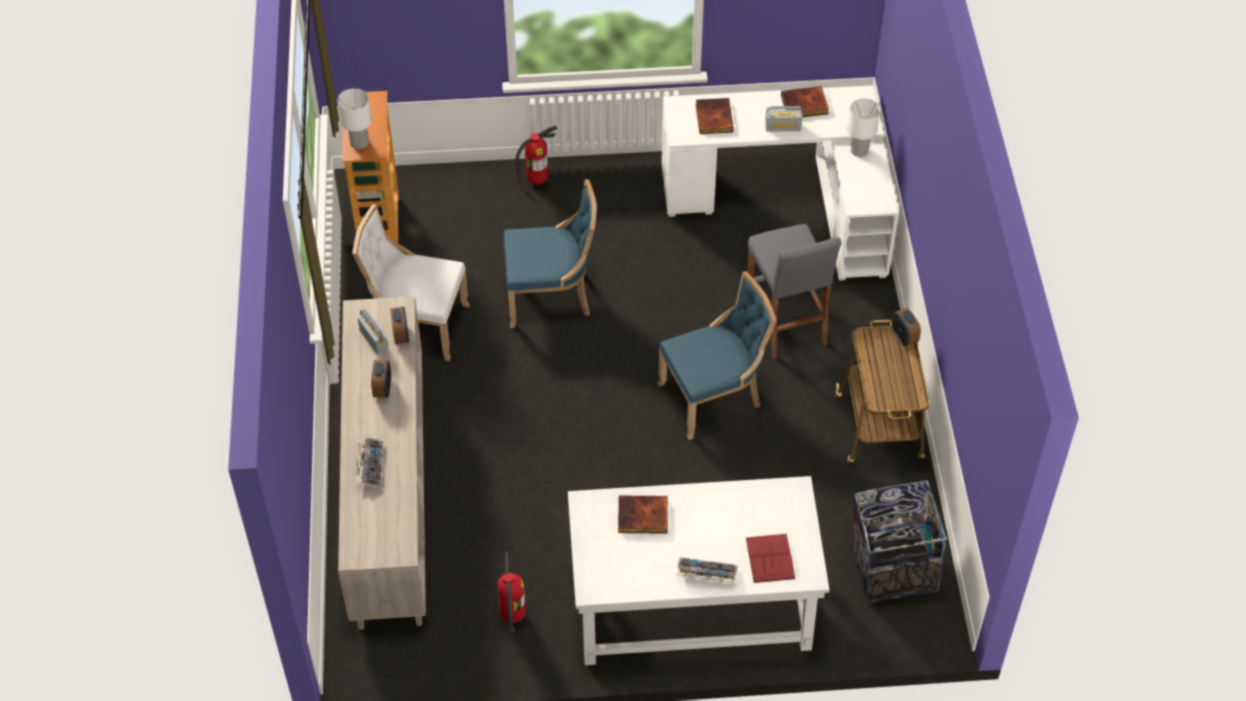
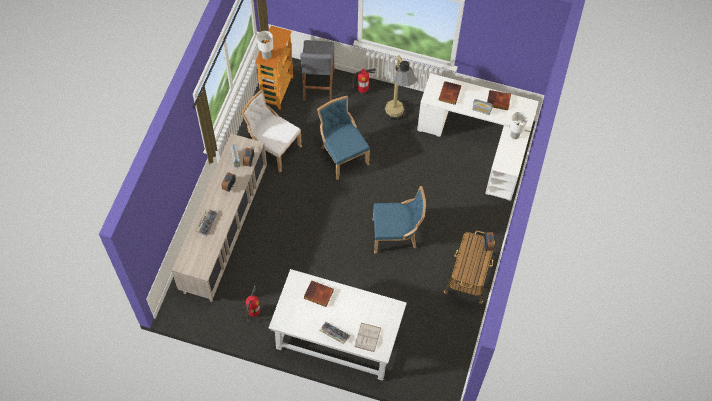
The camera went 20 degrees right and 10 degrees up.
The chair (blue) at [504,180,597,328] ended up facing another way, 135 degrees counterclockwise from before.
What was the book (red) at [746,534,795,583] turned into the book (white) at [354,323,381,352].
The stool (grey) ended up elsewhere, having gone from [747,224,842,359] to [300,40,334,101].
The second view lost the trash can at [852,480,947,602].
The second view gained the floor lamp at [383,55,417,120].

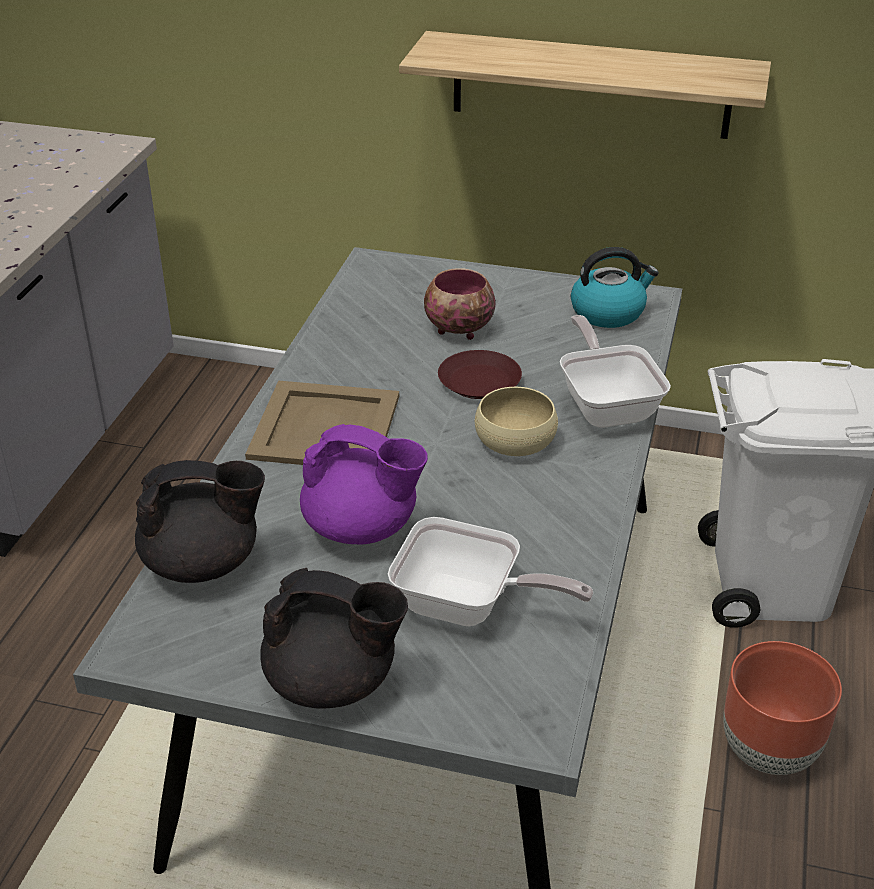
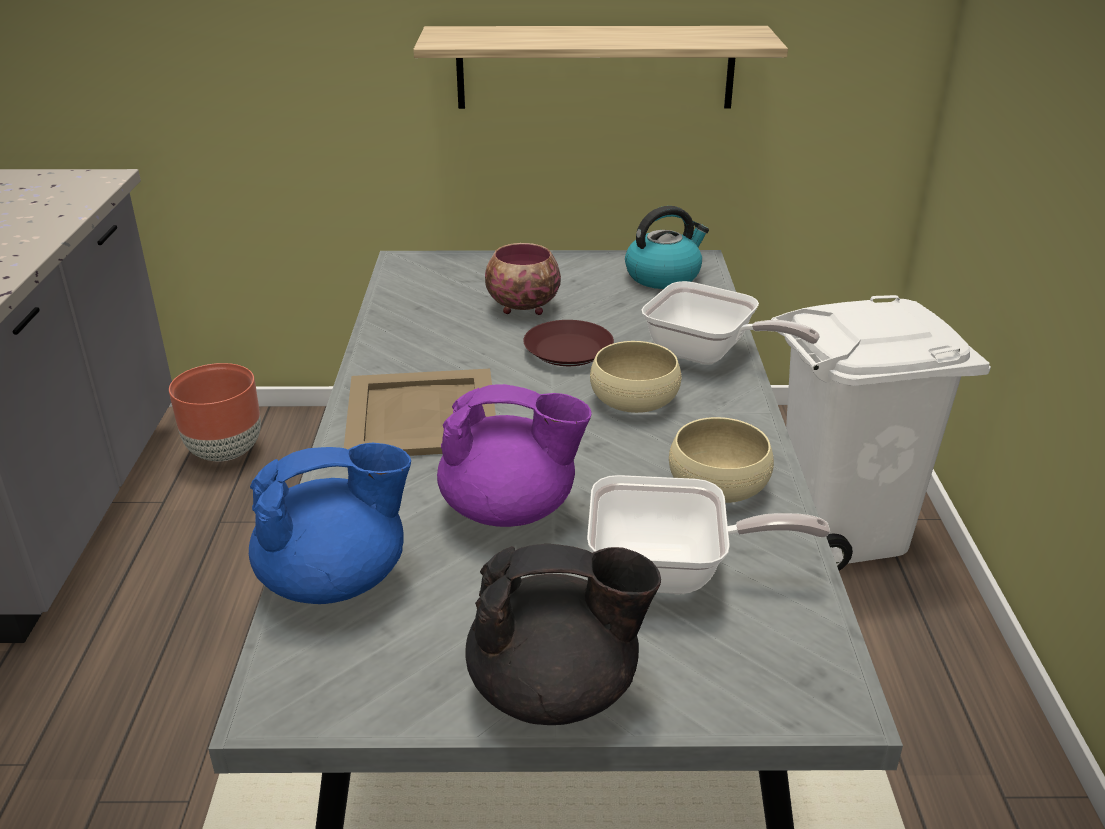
The camera went 15 degrees left and 5 degrees down.
What was the teapot (black) at [135,460,265,583] turned into the teapot (blue) at [249,443,411,604].
The frying pan at [560,315,671,428] ended up facing another way, 150 degrees clockwise from before.
The planter (brown) ended up elsewhere, having gone from [723,641,842,775] to [169,363,261,461].
The second view gained the bowl (beige) at [669,417,774,503].

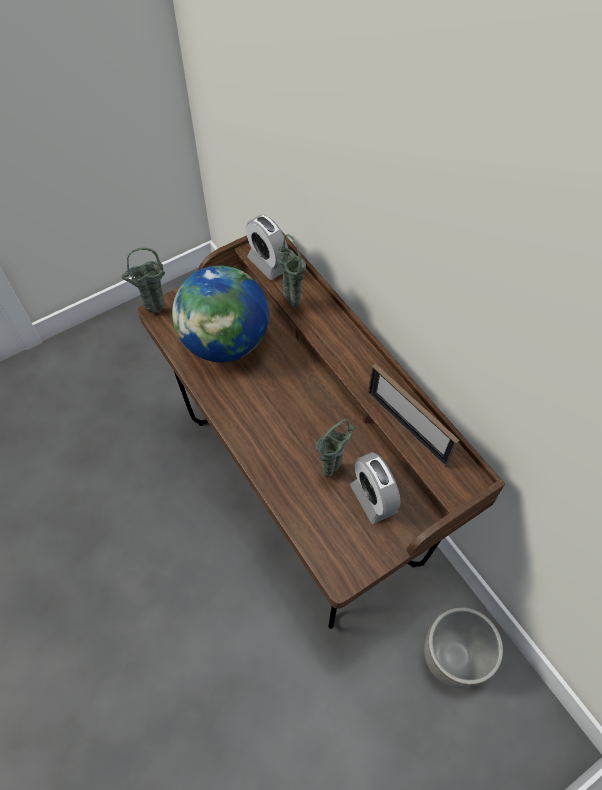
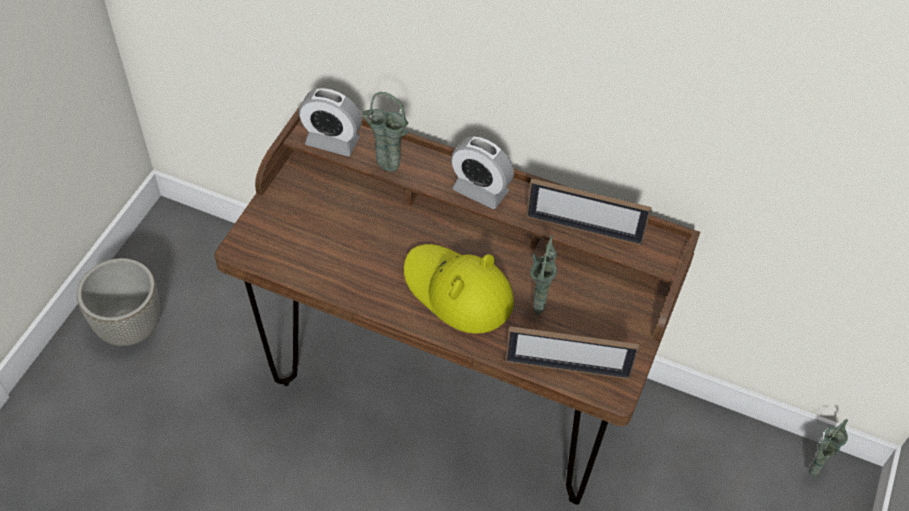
The camera went 35 degrees left and 5 degrees down.
The vase (green) ended up elsewhere, having gone from [121,247,165,313] to [809,419,848,476].
The second view lost the globe at [172,266,269,362].
The alarm clock ended up elsewhere, having gone from [350,452,401,524] to [451,136,514,209].
The planter (grey) ended up elsewhere, having gone from [424,607,503,688] to [77,258,160,346].
The second view gained the hat (yellow) at [404,244,514,334].
The second view gained the picture frame at [505,326,639,379].

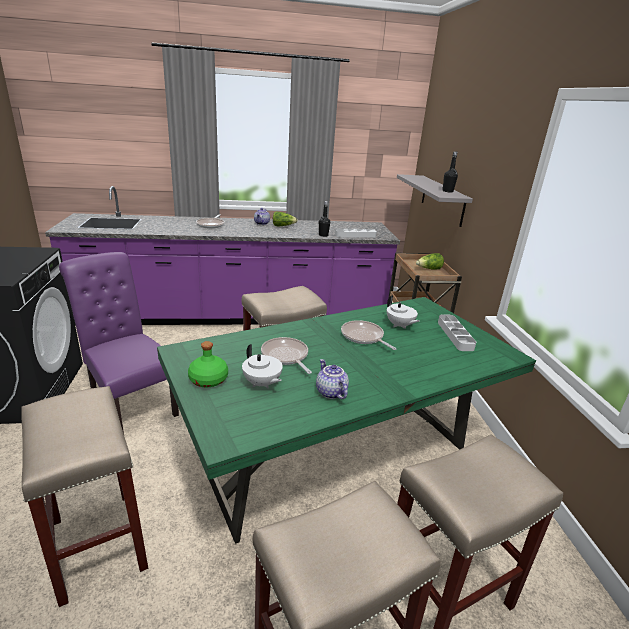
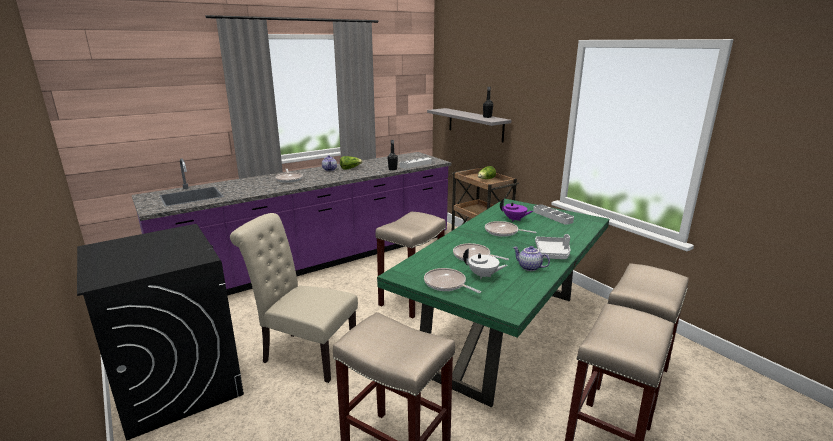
The camera went 25 degrees left and 5 degrees down.
What was the chair (purple) at [59,252,179,434] turned into the chair (beige) at [230,213,358,383].
Where the bottle (green) stood at [188,341,228,387], the frying pan came to stand at [424,268,481,293].
What was the teapot (white) at [387,295,420,329] turned into the teapot (purple) at [500,199,533,222].
The second view gained the tray (grey) at [535,234,570,259].

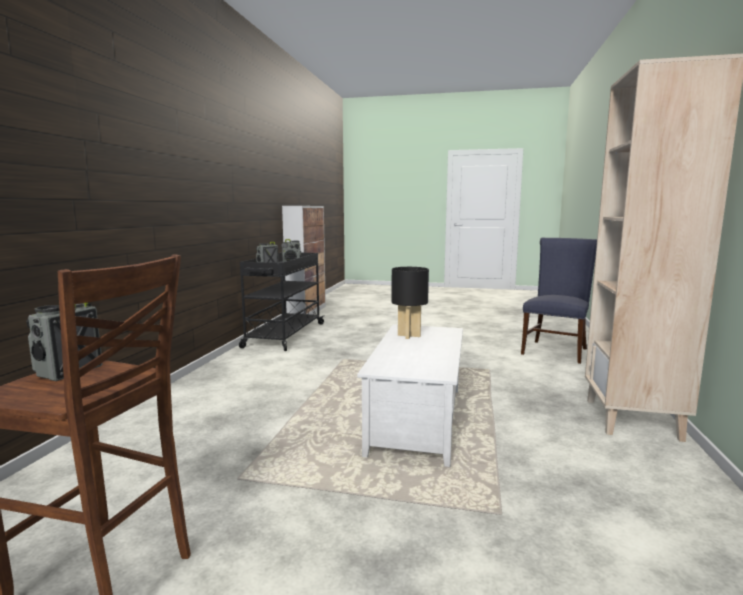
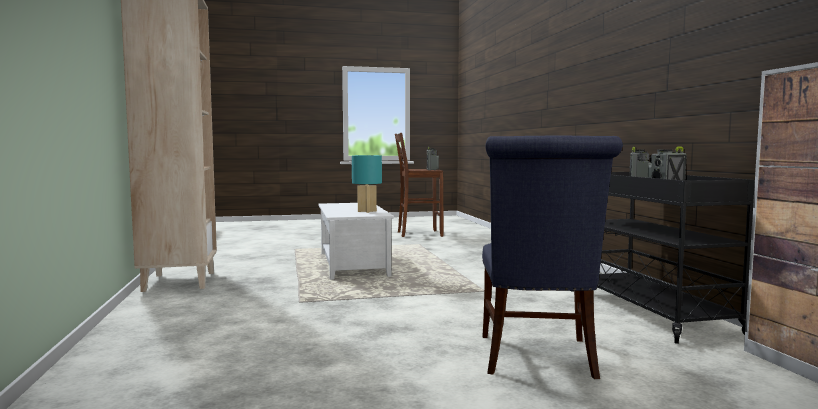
The camera went 155 degrees right and 5 degrees down.
What was the table lamp (black) at [391,267,429,339] turned into the table lamp (turquoise) at [352,155,382,213].
The chair (blue) ended up elsewhere, having gone from [521,238,597,364] to [482,136,623,379].

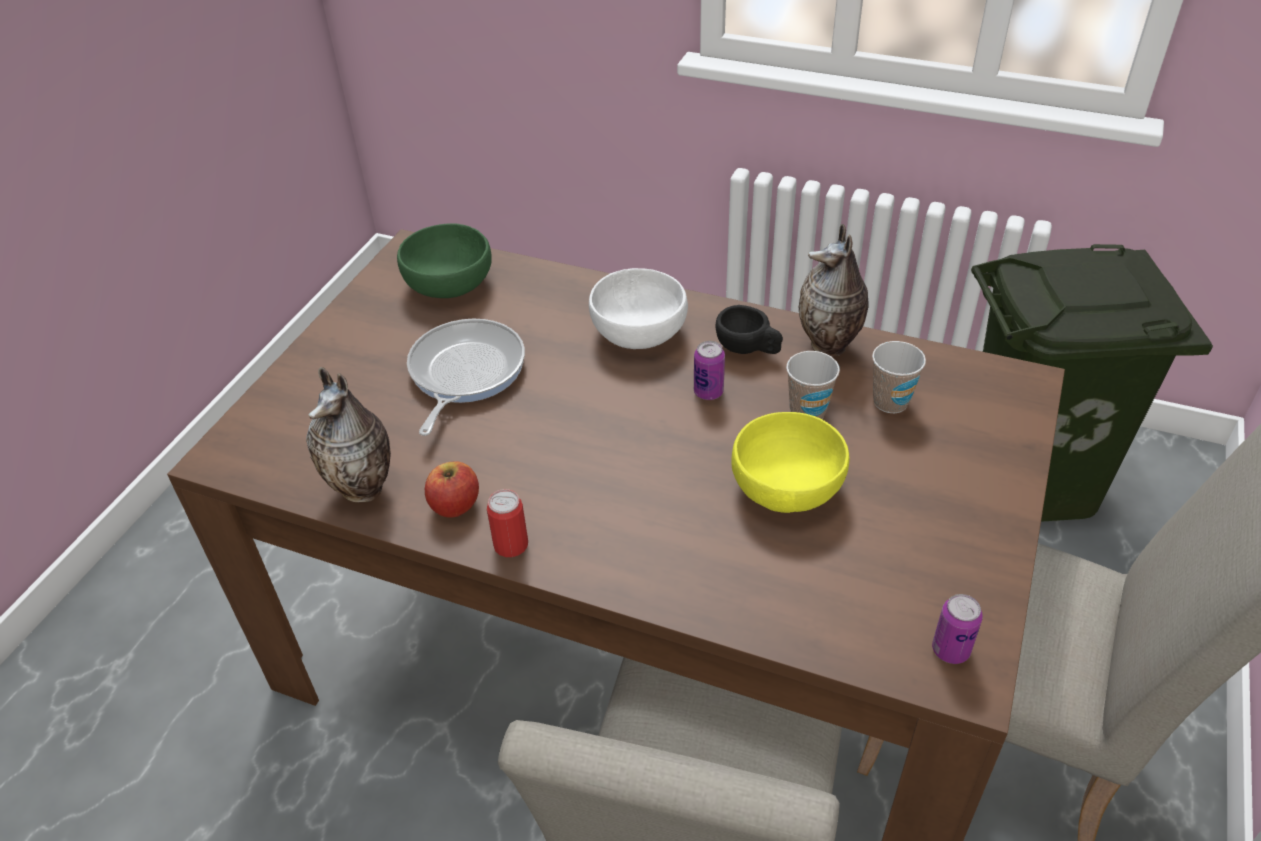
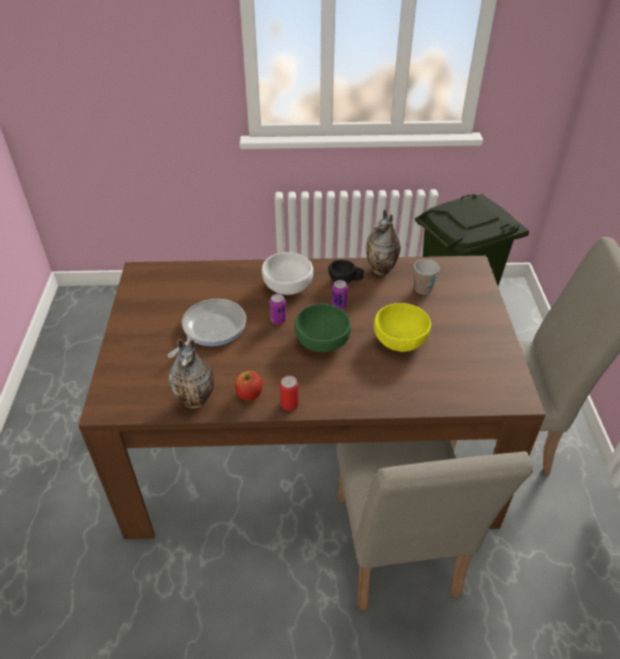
The camera went 25 degrees left and 0 degrees up.
The bowl (green) ended up elsewhere, having gone from [397,223,492,298] to [294,304,351,352].
The frying pan at [407,319,525,436] ended up facing another way, 45 degrees clockwise from before.
The second view lost the cup at [786,351,840,419].
The can ended up elsewhere, having gone from [932,594,983,664] to [270,294,286,324].

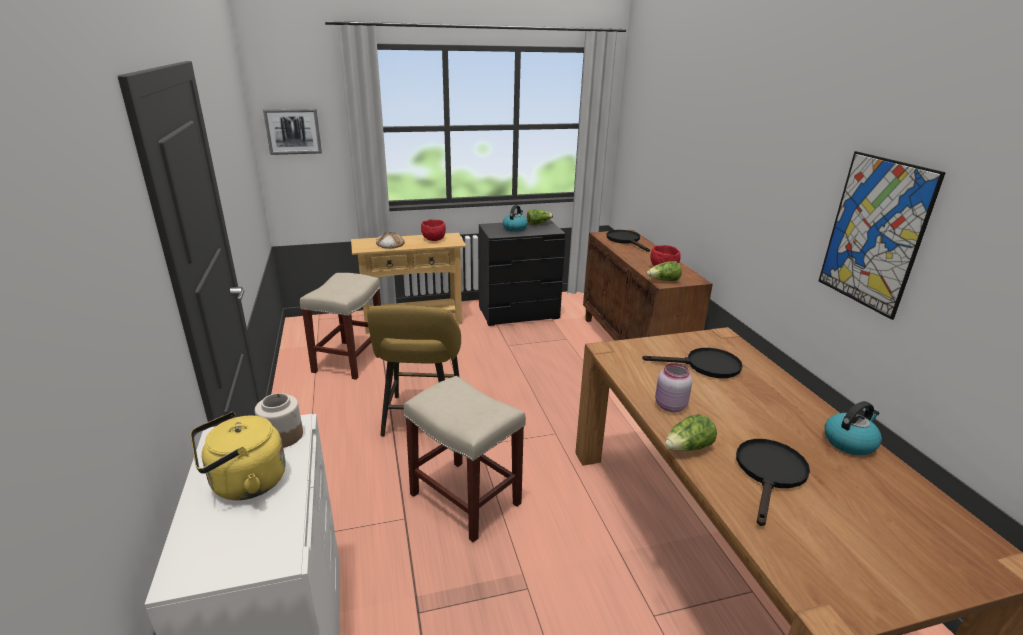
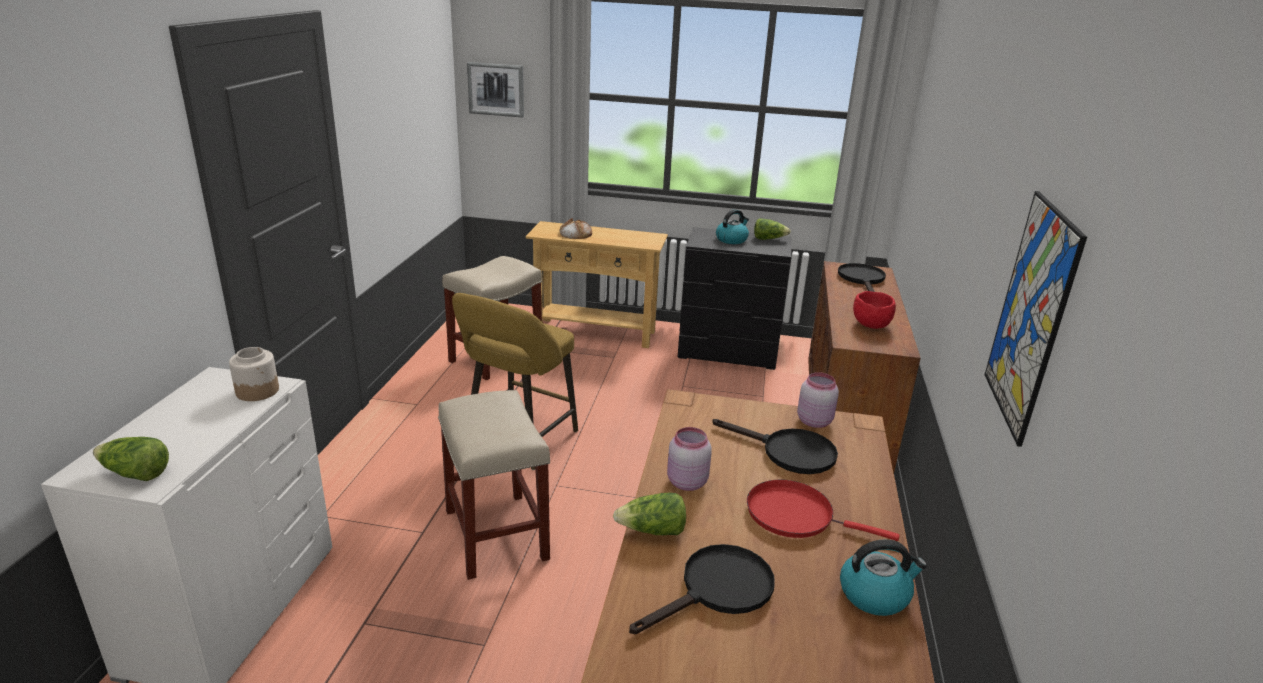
The camera went 25 degrees right and 0 degrees up.
The second view lost the kettle (yellow) at [191,412,286,500].
The second view lost the bowl (red) at [421,219,446,241].
The lettuce ended up elsewhere, having gone from [647,261,682,281] to [93,437,169,481].
The second view gained the frying pan (red) at [747,480,899,541].
The second view gained the jar (pink) at [797,372,839,428].

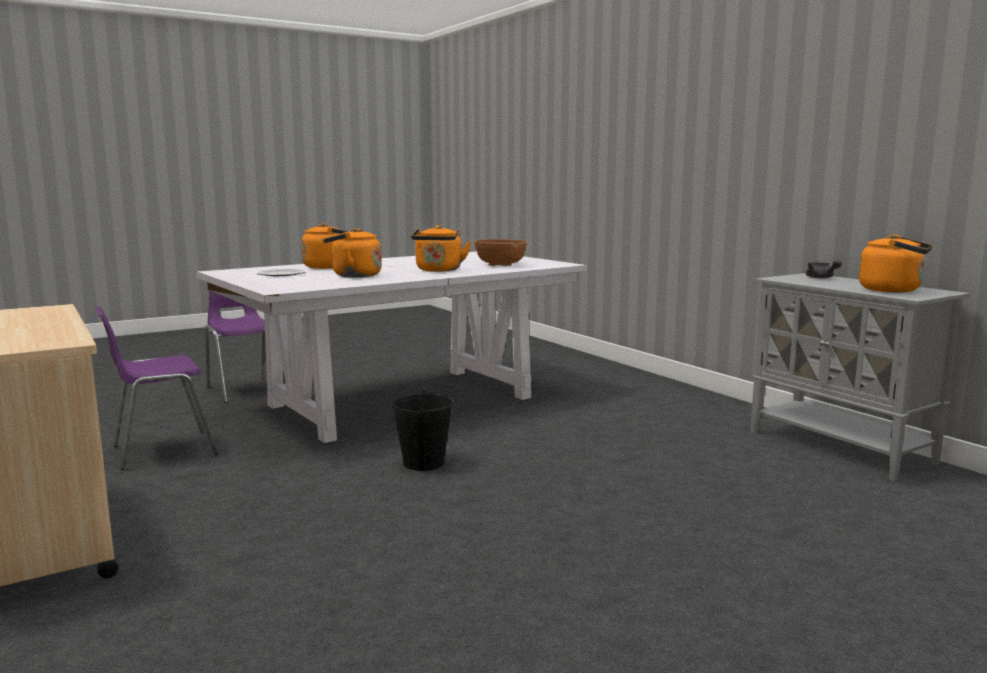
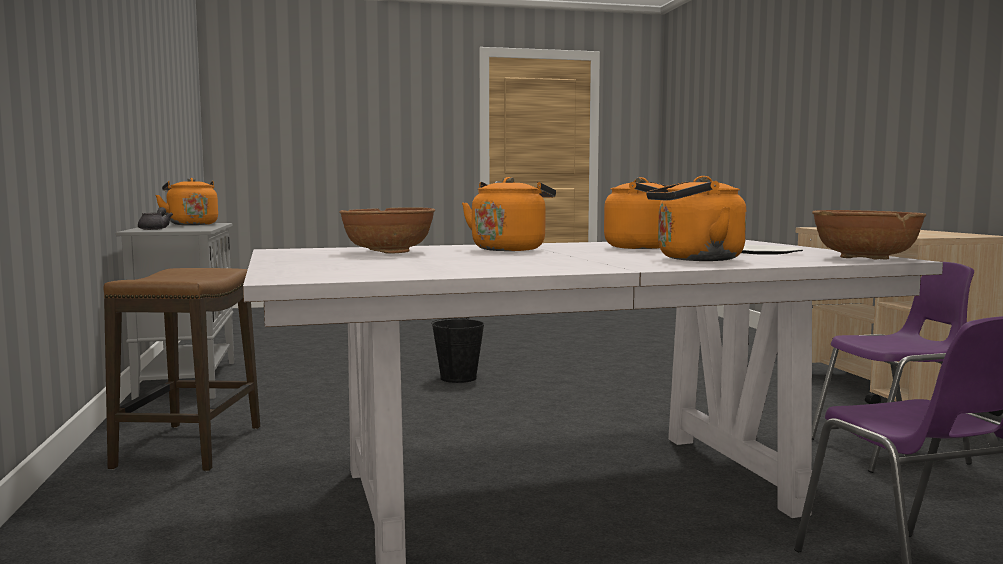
The camera went 160 degrees left and 5 degrees down.
The bucket (black) ended up elsewhere, having gone from [392,391,453,471] to [431,317,484,383].
The second view gained the stool at [103,268,260,471].
The second view gained the bowl (brown) at [812,210,926,259].

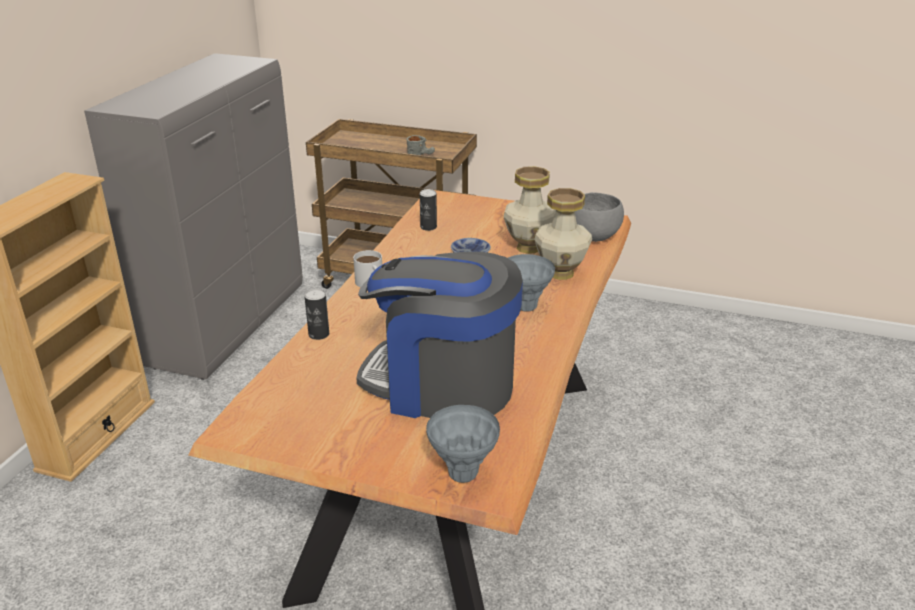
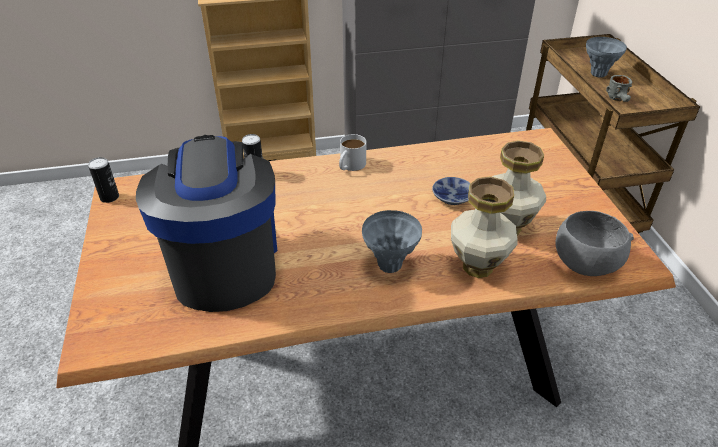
The camera went 60 degrees right and 10 degrees up.
The can ended up elsewhere, having gone from [420,189,437,231] to [88,157,119,203].
The vase (grey) ended up elsewhere, having gone from [426,405,500,483] to [586,37,627,77].

